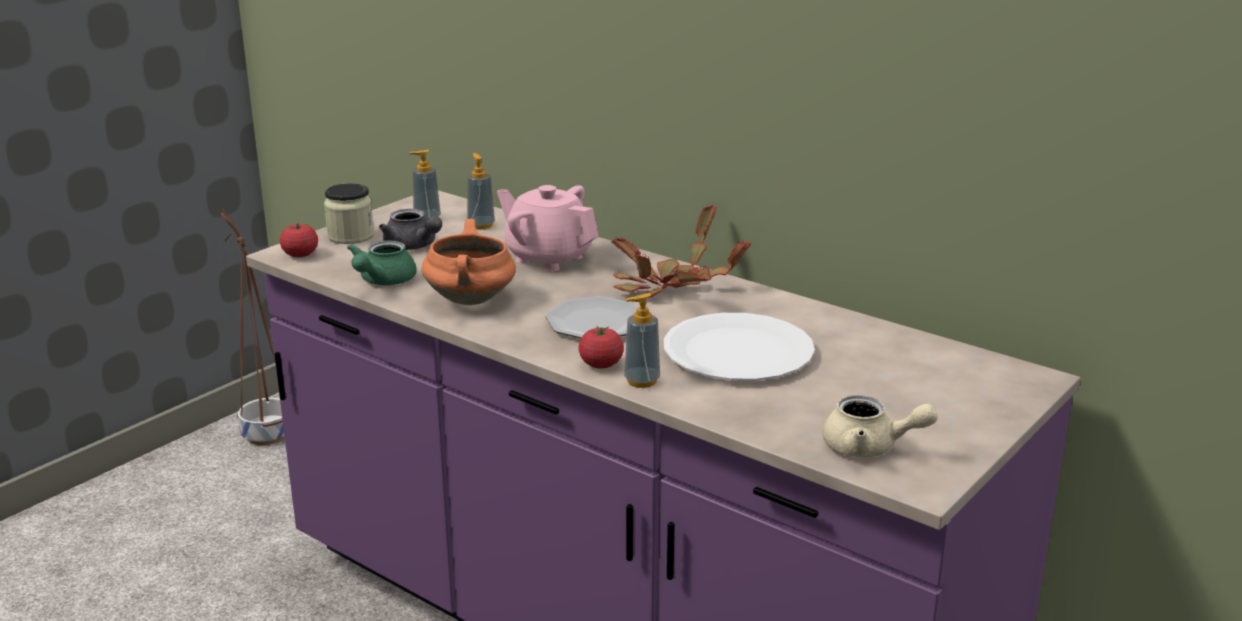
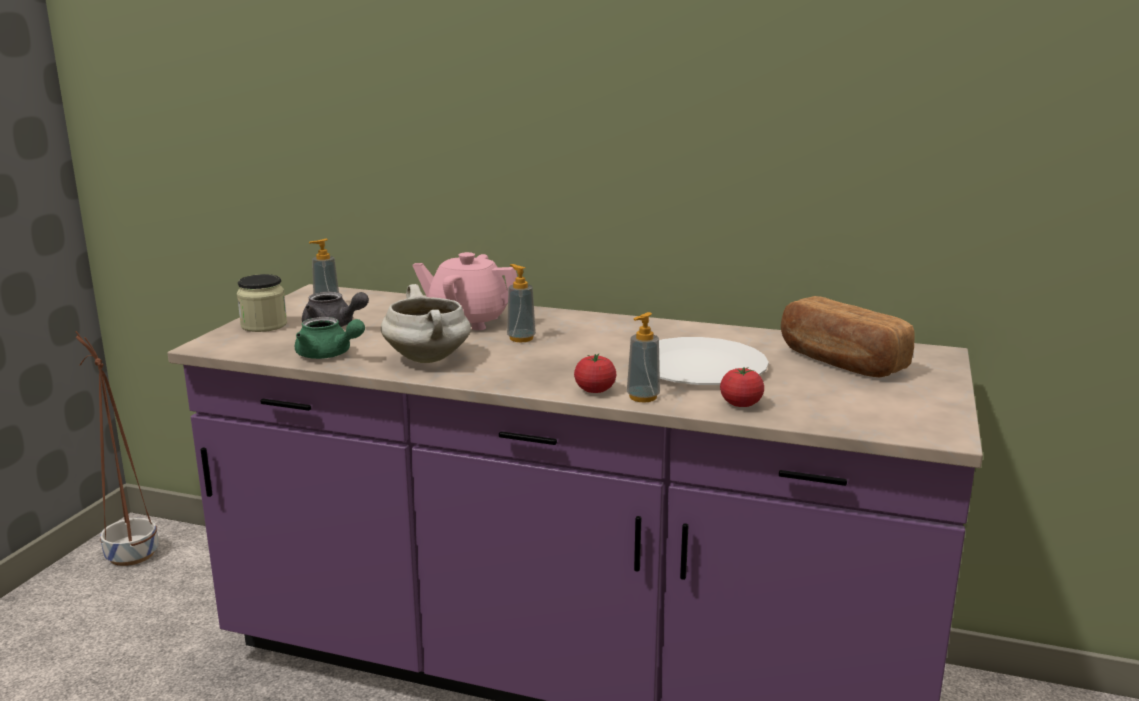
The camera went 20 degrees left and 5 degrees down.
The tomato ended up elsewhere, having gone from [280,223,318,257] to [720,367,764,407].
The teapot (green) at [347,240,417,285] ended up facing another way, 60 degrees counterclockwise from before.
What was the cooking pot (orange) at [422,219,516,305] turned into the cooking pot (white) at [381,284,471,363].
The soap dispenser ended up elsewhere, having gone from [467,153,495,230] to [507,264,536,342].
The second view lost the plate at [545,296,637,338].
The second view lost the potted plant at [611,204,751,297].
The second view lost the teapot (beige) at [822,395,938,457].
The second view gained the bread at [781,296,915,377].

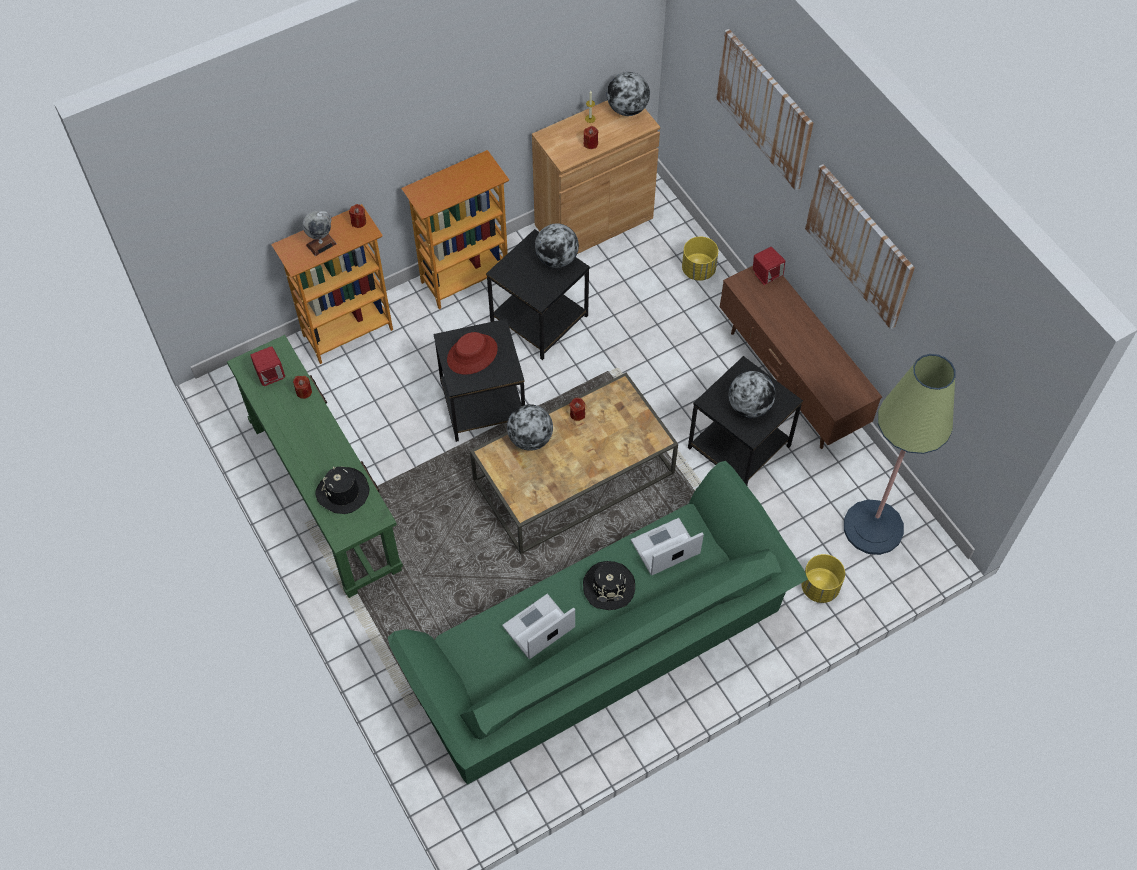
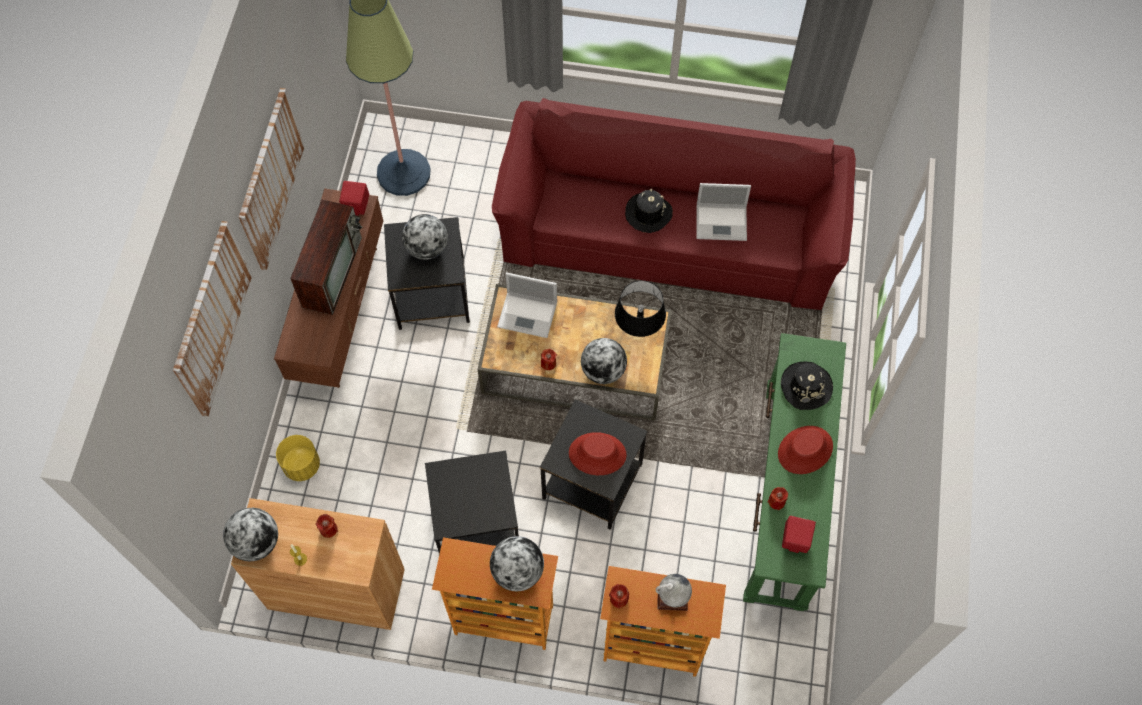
The camera went 140 degrees left and 5 degrees up.
What was the sofa (green) at [388,461,808,785] turned into the sofa (red) at [492,98,856,310].
The globe ended up elsewhere, having gone from [535,223,579,268] to [490,536,544,591].
The laptop ended up elsewhere, having gone from [631,518,704,575] to [497,272,557,338].
The speaker (red) ended up elsewhere, having gone from [753,247,785,285] to [339,181,369,216].
The second view lost the planter (yellow) at [801,554,845,603].
The second view gained the television at [290,200,363,315].
The second view gained the table lamp (black) at [615,280,666,337].
The second view gained the hat (red) at [778,426,833,474].

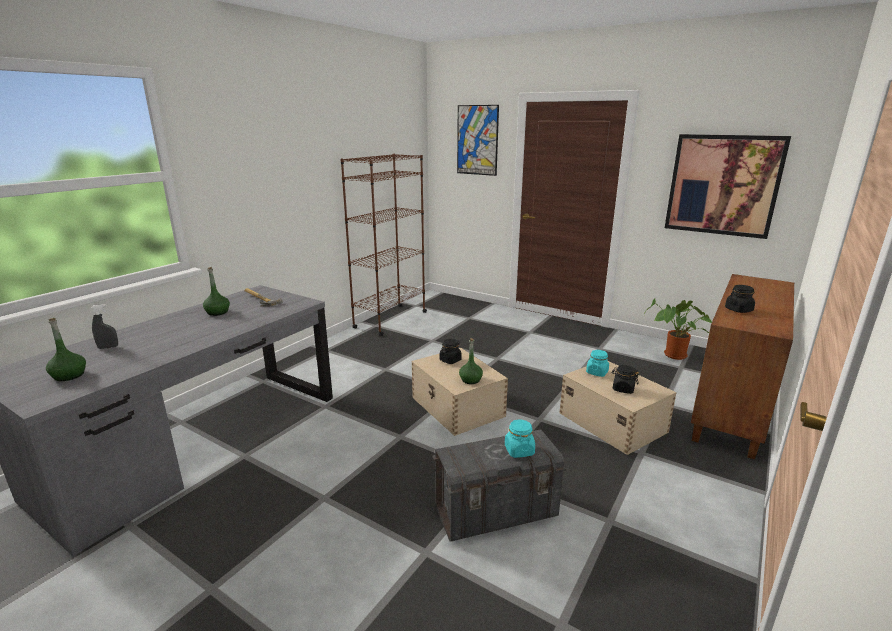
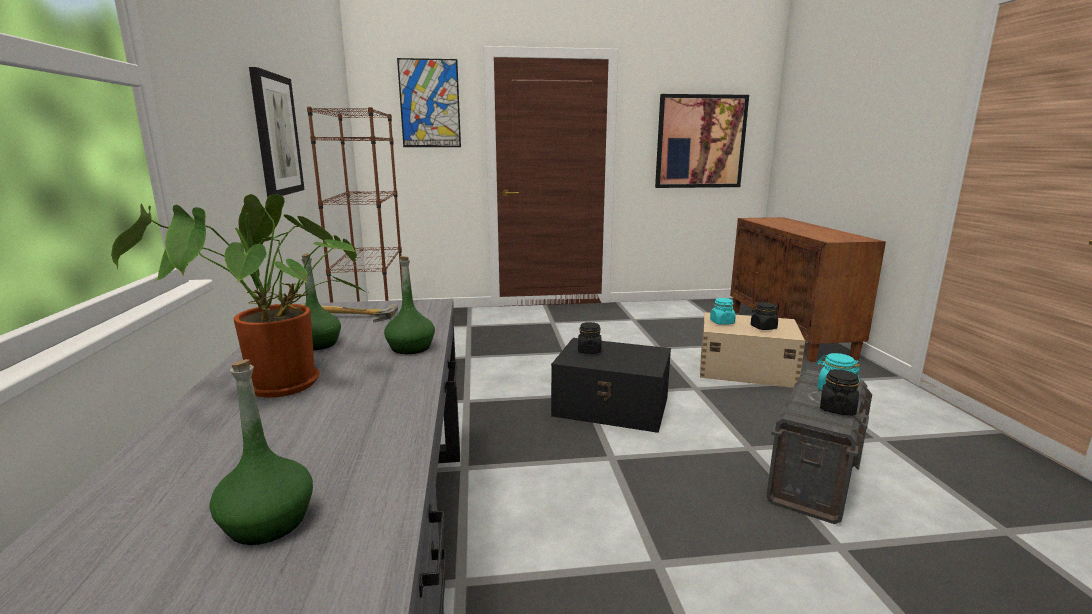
The camera went 40 degrees left and 5 degrees down.
The second view lost the spray bottle (grey) at [90,304,118,349].
What was the storage box (beige) at [412,348,508,436] turned into the storage box (black) at [551,338,671,433].
The bottle (green) ended up elsewhere, having gone from [459,338,483,384] to [384,256,435,354].
The potted plant ended up elsewhere, having gone from [644,299,712,360] to [111,194,368,398].
The jar (black) ended up elsewhere, having gone from [725,285,755,313] to [820,369,859,416].
The second view gained the picture at [249,67,305,198].

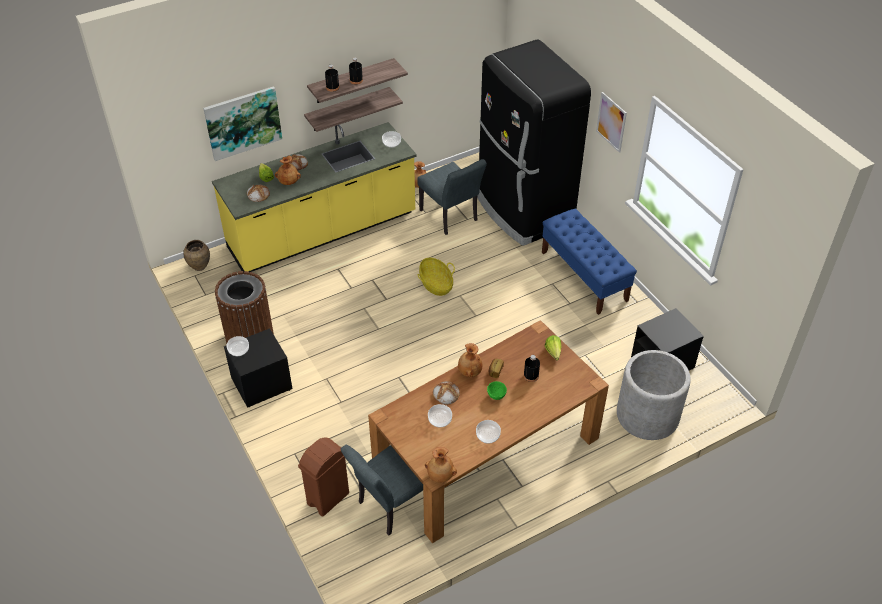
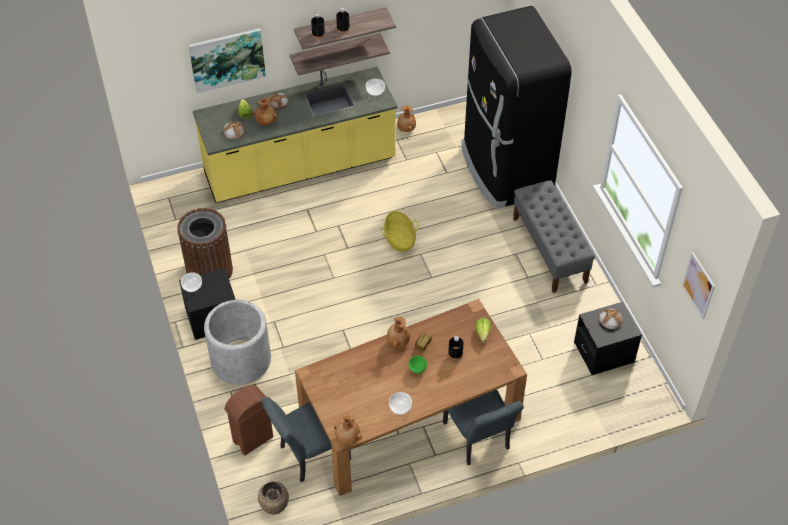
The camera went 10 degrees right and 5 degrees up.
The vase (brown) ended up elsewhere, having gone from [183,240,210,271] to [258,481,289,514].
The chair (grey) ended up elsewhere, having gone from [417,159,487,235] to [443,390,524,465].
The second view lost the bowl at [428,404,452,427].
The bread ended up elsewhere, having gone from [433,381,460,405] to [599,308,623,329].
What was the bench (blue) at [542,209,637,315] turned into the bench (grey) at [513,180,595,293].
The picture ended up elsewhere, having gone from [596,92,627,153] to [682,252,715,319].
The planter (grey) ended up elsewhere, having gone from [617,350,691,440] to [204,300,271,385].

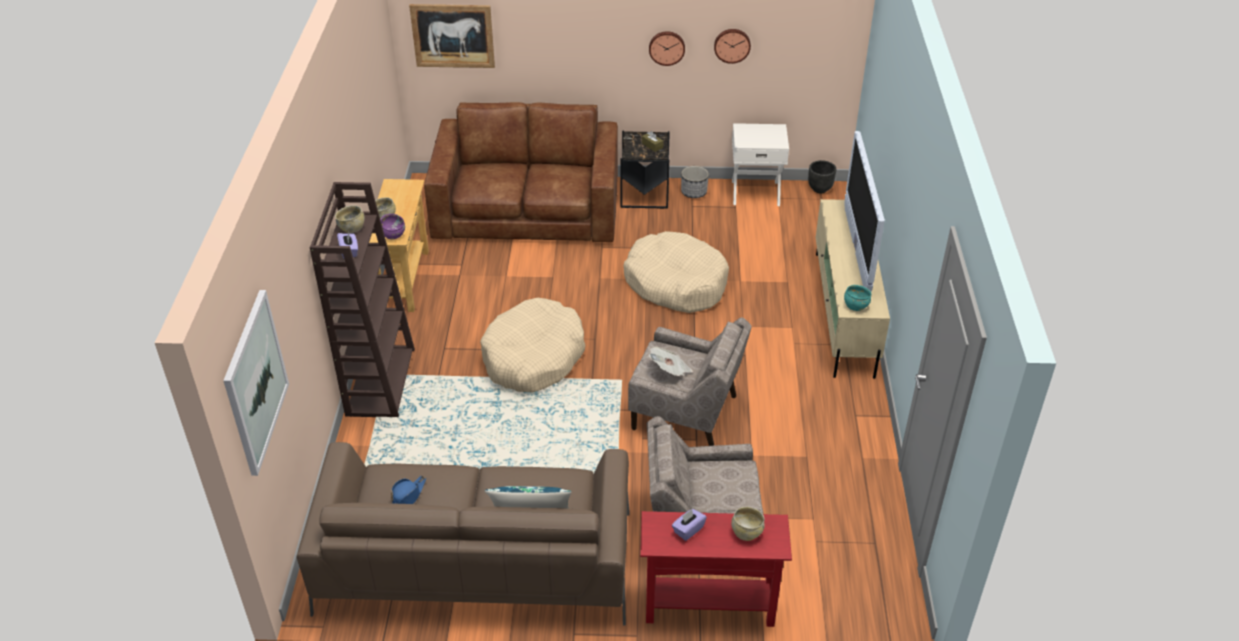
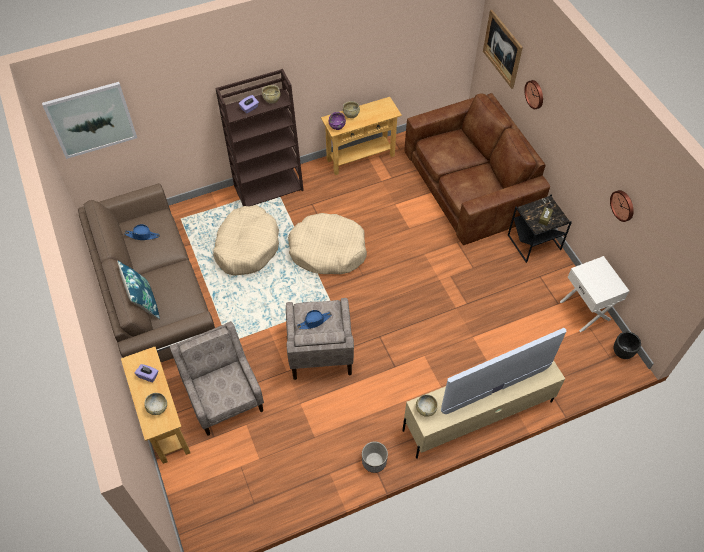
The camera went 65 degrees right and 15 degrees up.
The dog bed (beige) ended up elsewhere, having gone from [624,231,729,313] to [213,205,279,276].
What was the console table (red) at [640,511,792,627] turned into the console table (beige) at [121,347,190,464].
Where the newspaper stood at [648,347,693,376], the hat (blue) came to stand at [297,310,332,329].
The wall clock ended up elsewhere, having gone from [649,31,685,66] to [524,80,543,109].
The planter ended up elsewhere, having gone from [681,166,709,198] to [362,441,388,473].
What was the bowl (turquoise) at [844,285,871,311] turned into the bowl (beige) at [416,394,438,417].

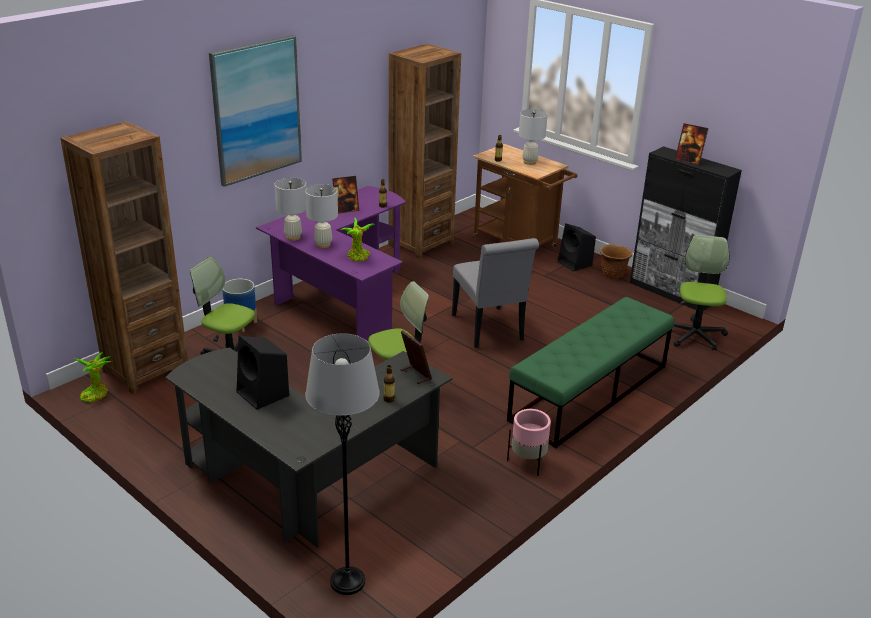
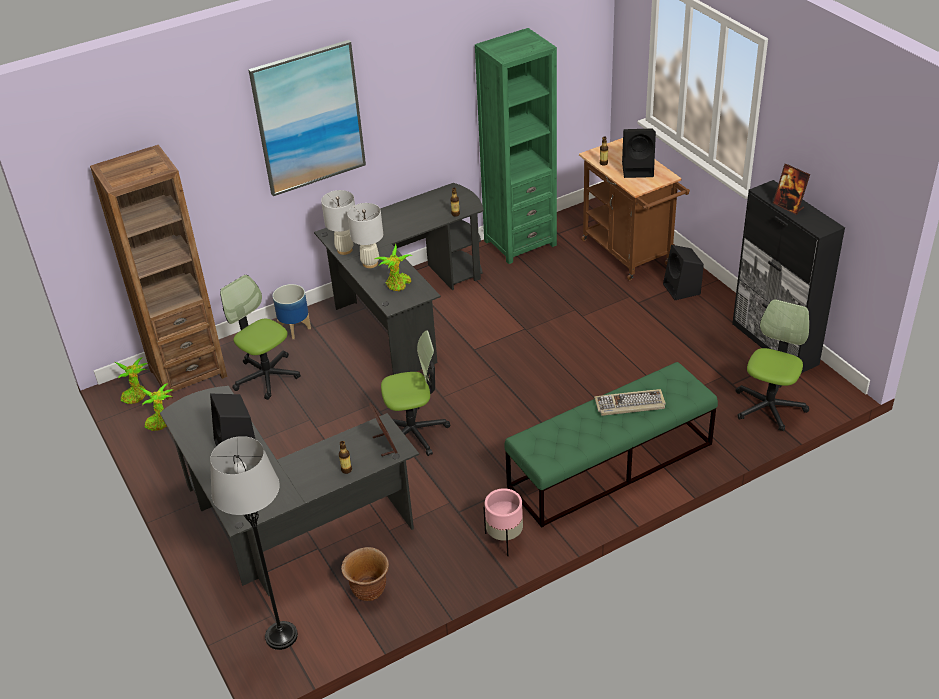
The camera went 20 degrees right and 10 degrees up.
What was the desk (purple) at [256,186,406,342] turned into the desk (black) at [314,183,484,375].
The second view lost the picture frame at [332,176,359,214].
What was the bookcase (brown) at [388,44,461,259] turned into the bookcase (green) at [475,28,557,264].
The second view lost the chair (grey) at [452,238,539,348].
Where the table lamp (white) stood at [519,109,548,165], the speaker (black) came to stand at [622,129,656,178].
The planter (brown) ended up elsewhere, having gone from [600,244,633,279] to [341,547,389,601].
The second view gained the potted plant at [139,383,173,431].
The second view gained the keyboard at [594,389,666,416].

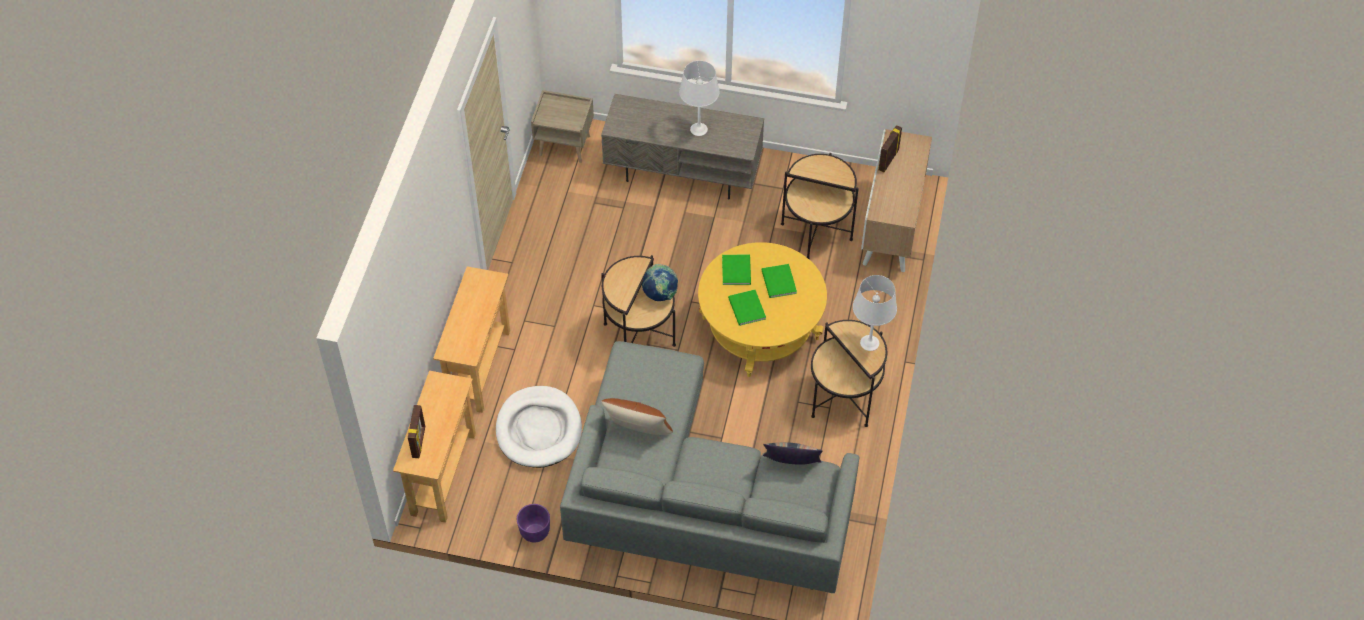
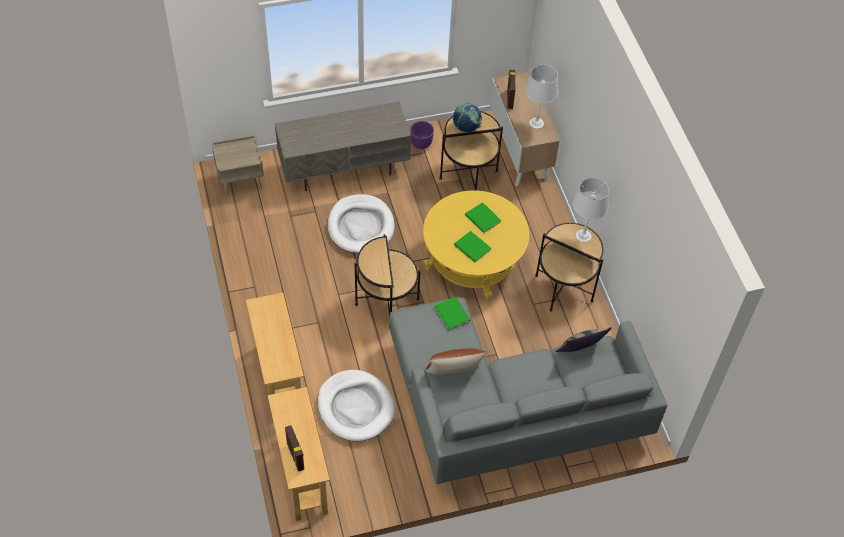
The camera went 30 degrees left and 0 degrees up.
The planter (purple) ended up elsewhere, having gone from [517,504,550,543] to [410,121,434,149].
The globe ended up elsewhere, having gone from [642,264,678,301] to [453,103,482,132].
The table lamp (white) ended up elsewhere, having gone from [679,61,720,136] to [525,65,559,129].
The book (green) ended up elsewhere, having gone from [722,255,751,285] to [434,297,470,330].
The second view gained the dog bed (white) at [328,194,395,253].

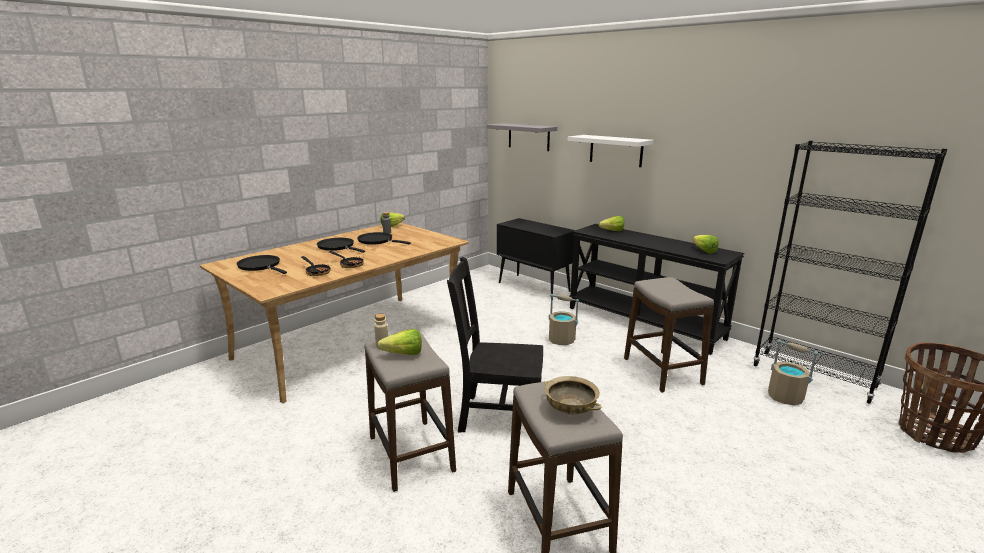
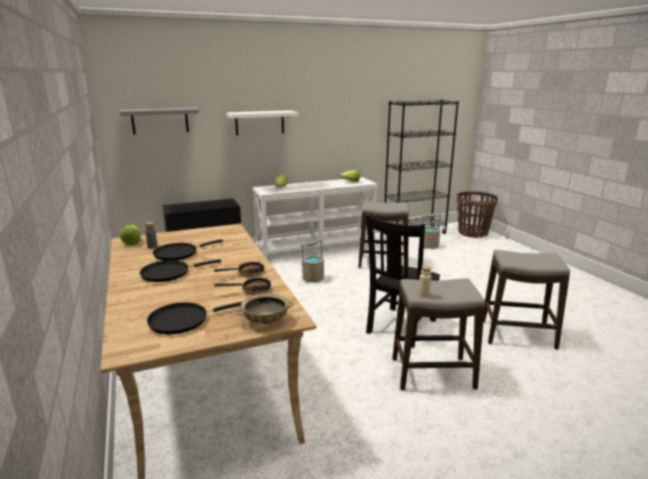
The camera went 65 degrees left and 0 degrees up.
The second view lost the lettuce at [377,329,422,355].
The bowl (beige) ended up elsewhere, having gone from [544,376,602,414] to [235,293,294,325].
What was the console table (black) at [569,224,745,355] turned into the console table (white) at [252,177,378,260].

